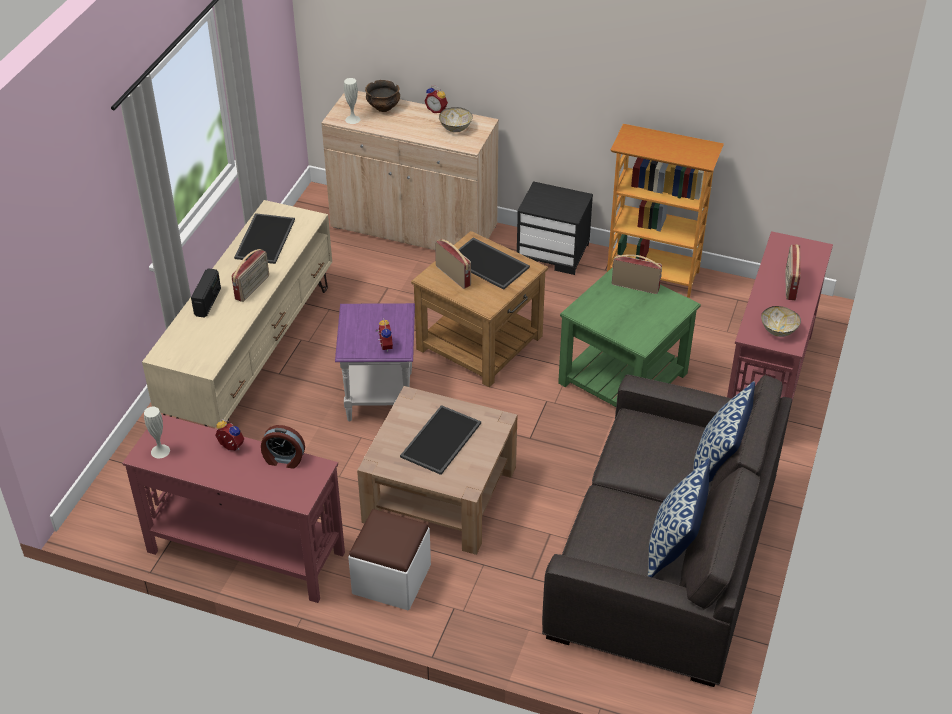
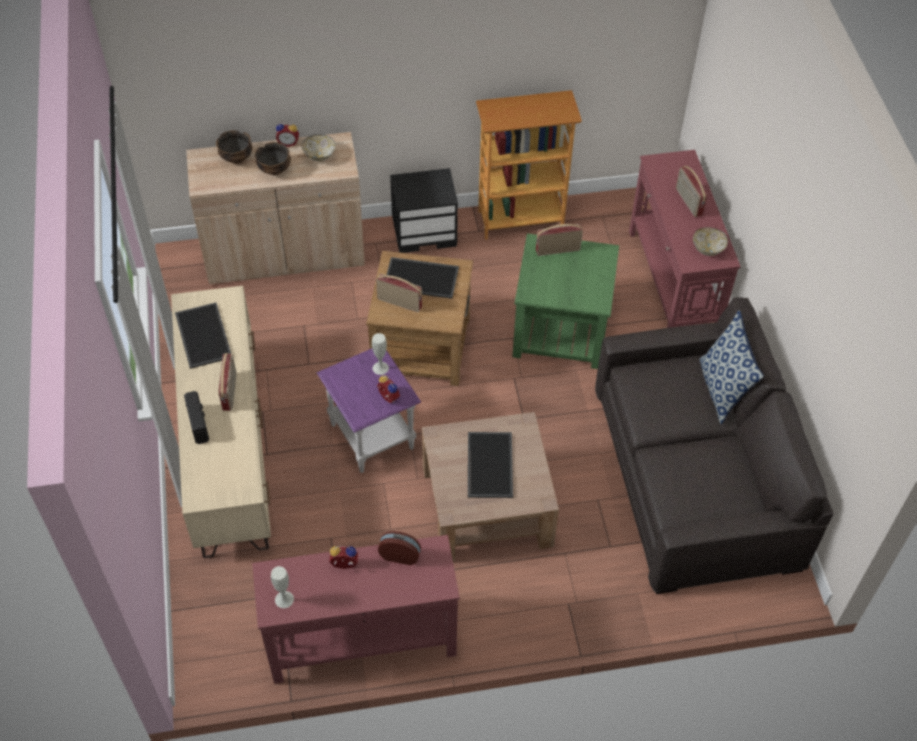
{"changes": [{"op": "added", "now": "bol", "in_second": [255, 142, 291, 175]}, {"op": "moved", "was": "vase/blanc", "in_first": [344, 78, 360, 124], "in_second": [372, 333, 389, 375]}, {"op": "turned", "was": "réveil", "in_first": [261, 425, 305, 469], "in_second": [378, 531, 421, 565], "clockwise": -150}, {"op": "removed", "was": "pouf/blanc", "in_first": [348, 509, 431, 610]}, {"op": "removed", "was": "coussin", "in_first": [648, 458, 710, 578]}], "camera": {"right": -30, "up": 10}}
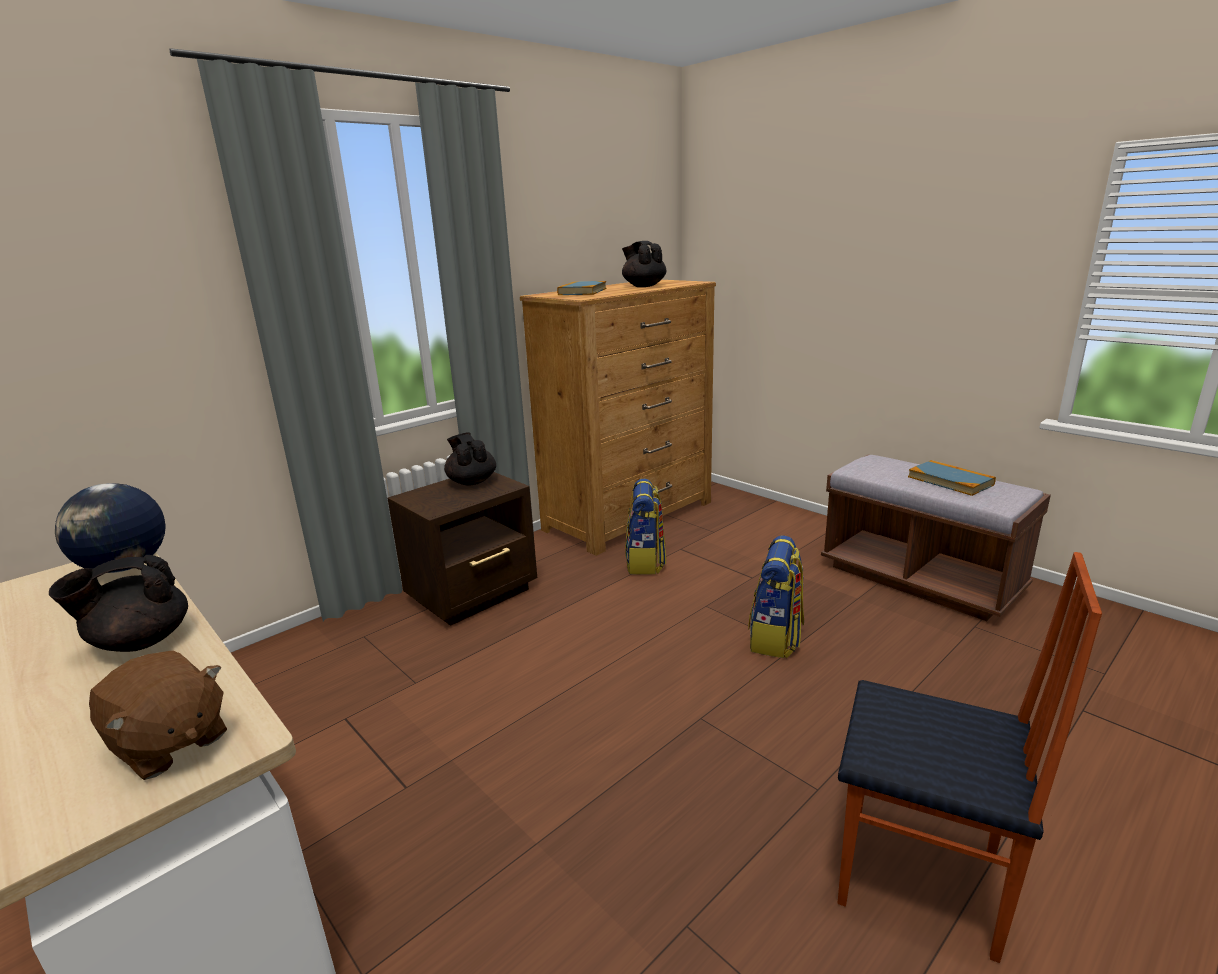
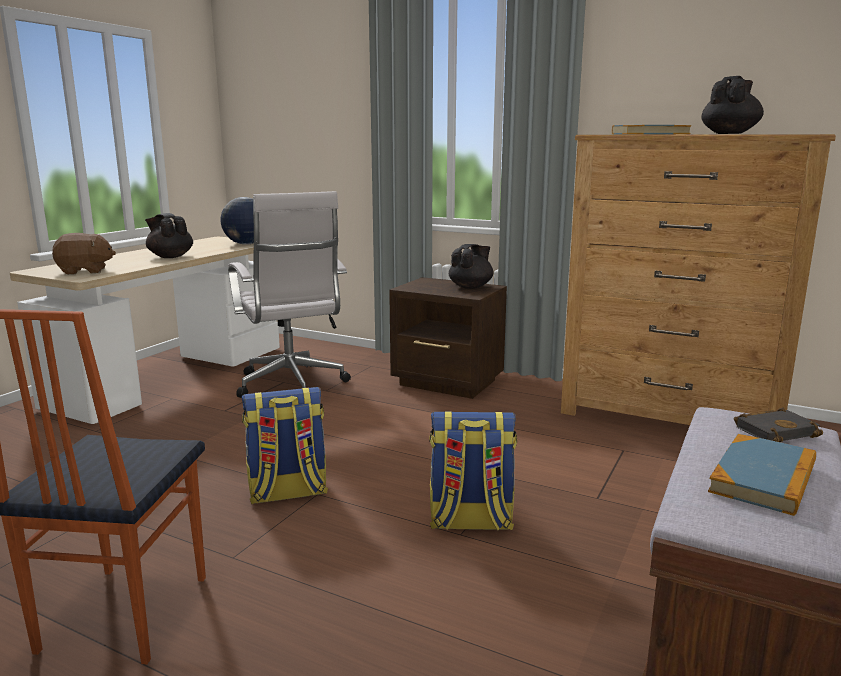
{"changes": [{"op": "turned", "was": "peluche/marron", "in_first": [89, 650, 227, 780], "in_second": [52, 233, 116, 275], "clockwise": -120}, {"op": "added", "now": "chaise de bureau/blanc", "in_second": [228, 191, 351, 398]}, {"op": "moved", "was": "sac à dos", "in_first": [625, 479, 666, 575], "in_second": [242, 387, 328, 504]}, {"op": "added", "now": "livre/noir", "in_second": [734, 407, 823, 442]}], "camera": {"right": 70, "up": -5}}
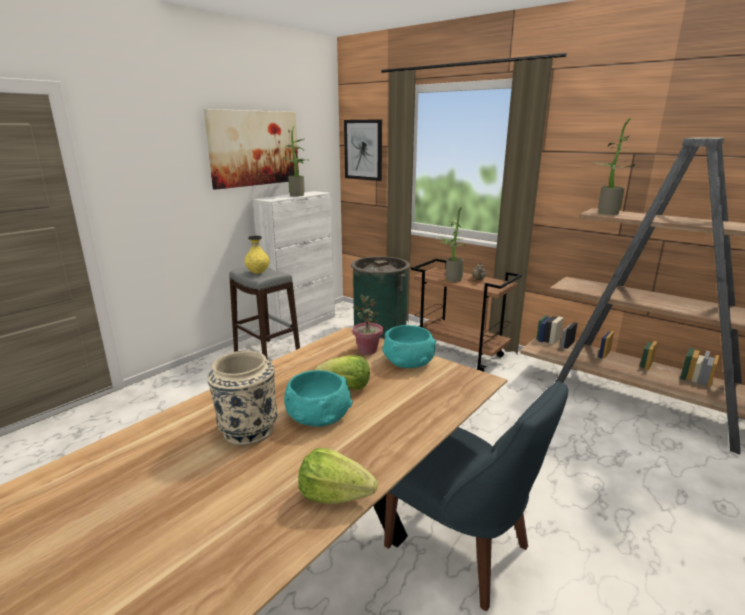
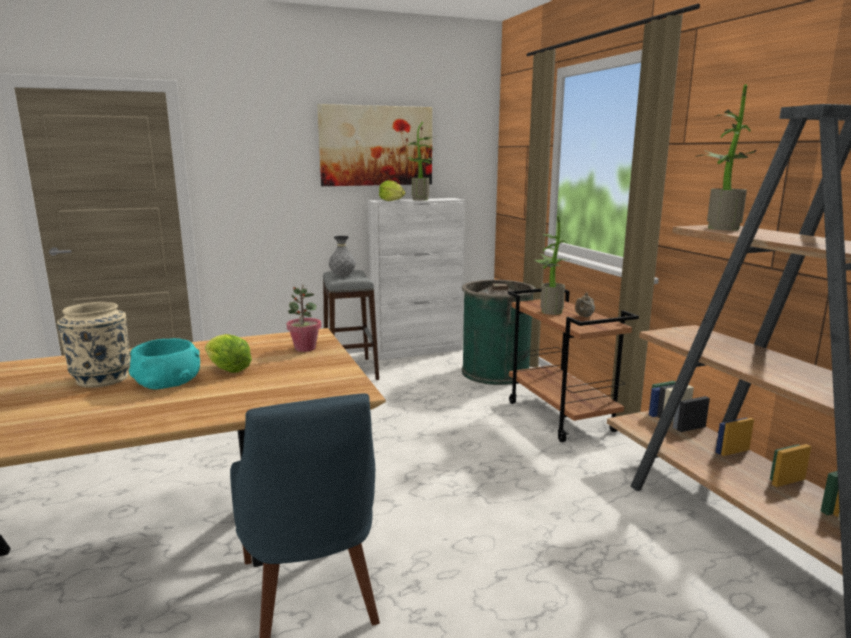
{"changes": [{"op": "recoloured", "was": "vase/jaune", "now": "vase/gris", "in_first": [244, 236, 270, 274], "in_second": [329, 236, 356, 277]}, {"op": "moved", "was": "laitue", "in_first": [298, 448, 378, 504], "in_second": [379, 180, 405, 201]}, {"op": "removed", "was": "tableau", "in_first": [344, 119, 382, 181]}, {"op": "removed", "was": "bol/turquoise", "in_first": [382, 325, 436, 368]}], "camera": {"right": 30, "up": -5}}
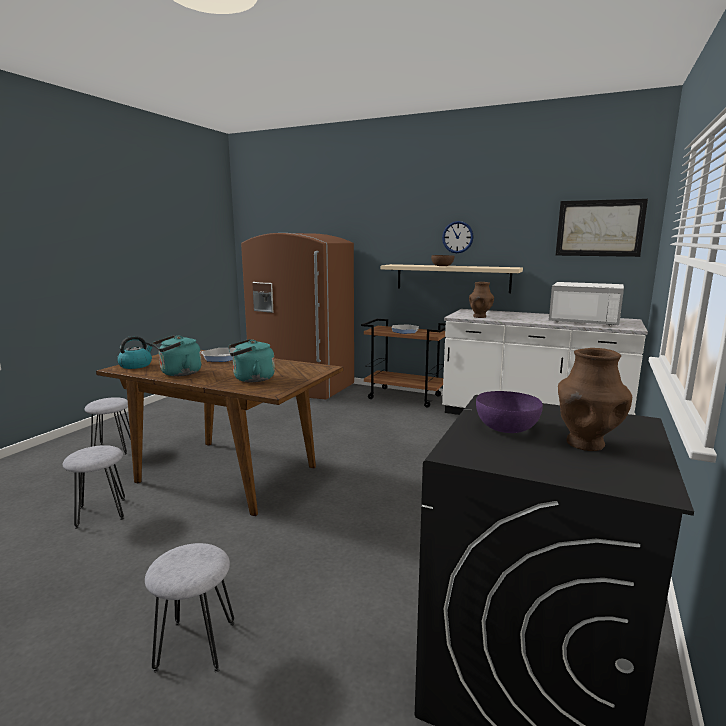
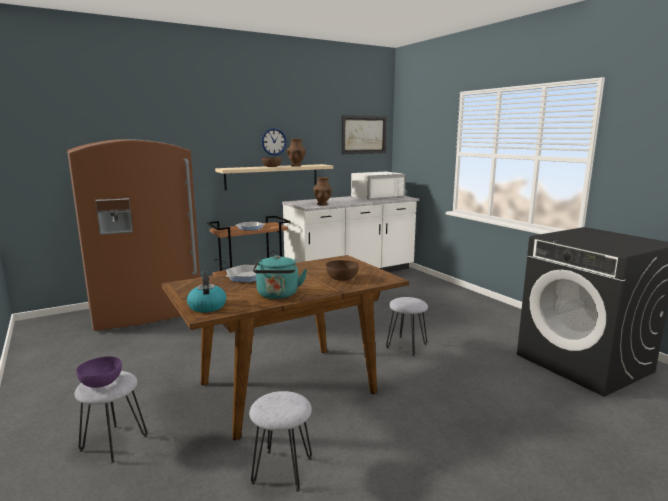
{"changes": [{"op": "moved", "was": "bol/violet", "in_first": [476, 391, 543, 433], "in_second": [77, 357, 122, 388]}, {"op": "moved", "was": "vase/marron", "in_first": [558, 348, 632, 451], "in_second": [287, 139, 306, 167]}, {"op": "replaced", "was": "bouilloire/turquoise", "now": "bol/marron", "in_first": [228, 339, 275, 382], "in_second": [326, 260, 359, 281]}, {"op": "moved", "was": "tabouret/gris", "in_first": [145, 543, 234, 673], "in_second": [386, 297, 428, 356]}], "camera": {"right": -55, "up": 0}}
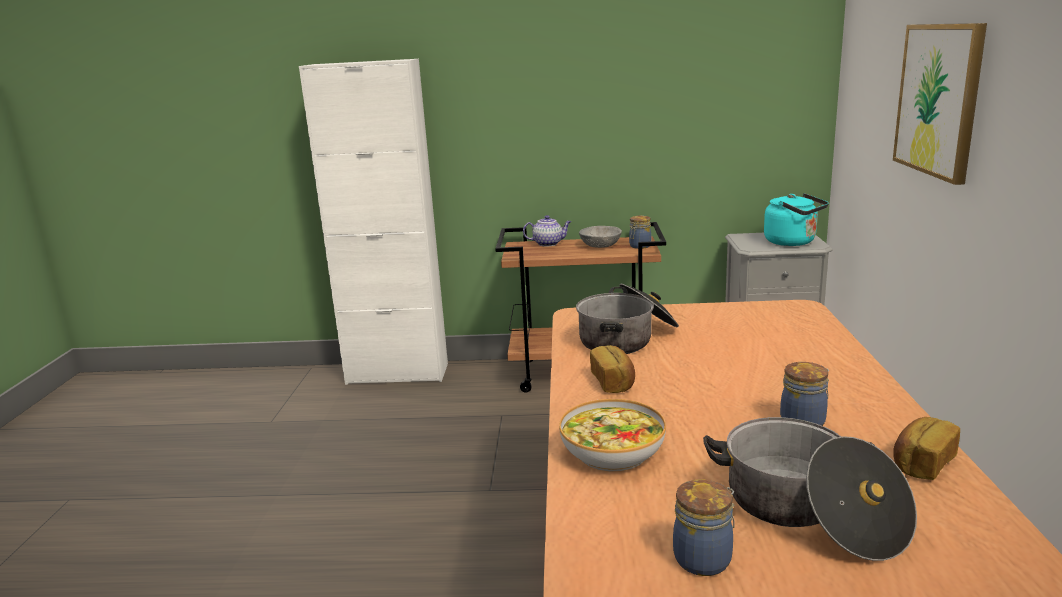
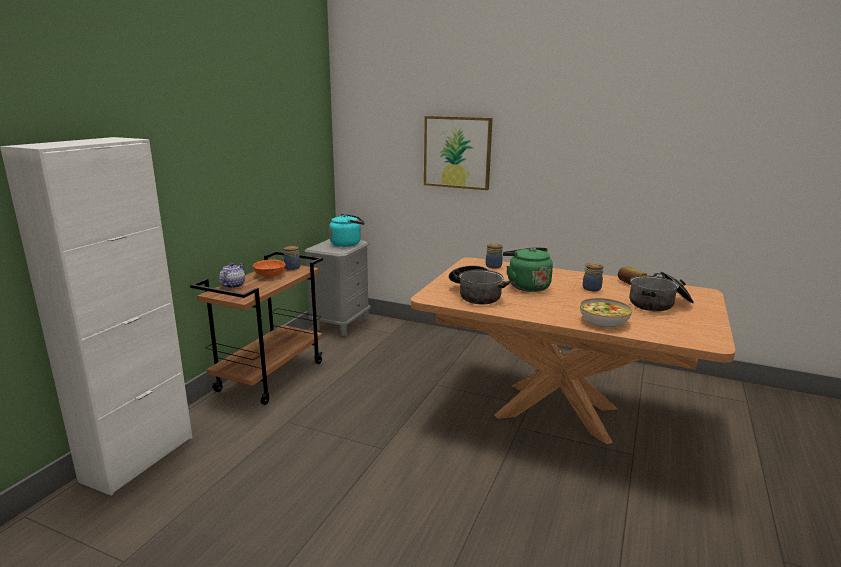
{"changes": [{"op": "recoloured", "was": "bol/gris", "now": "bol/orange", "in_first": [579, 226, 622, 248], "in_second": [253, 259, 286, 277]}, {"op": "moved", "was": "bocal", "in_first": [673, 479, 735, 576], "in_second": [486, 243, 503, 269]}, {"op": "added", "now": "bouilloire/vert", "in_second": [503, 247, 553, 292]}, {"op": "removed", "was": "pain", "in_first": [590, 345, 635, 393]}], "camera": {"right": -70, "up": 0}}
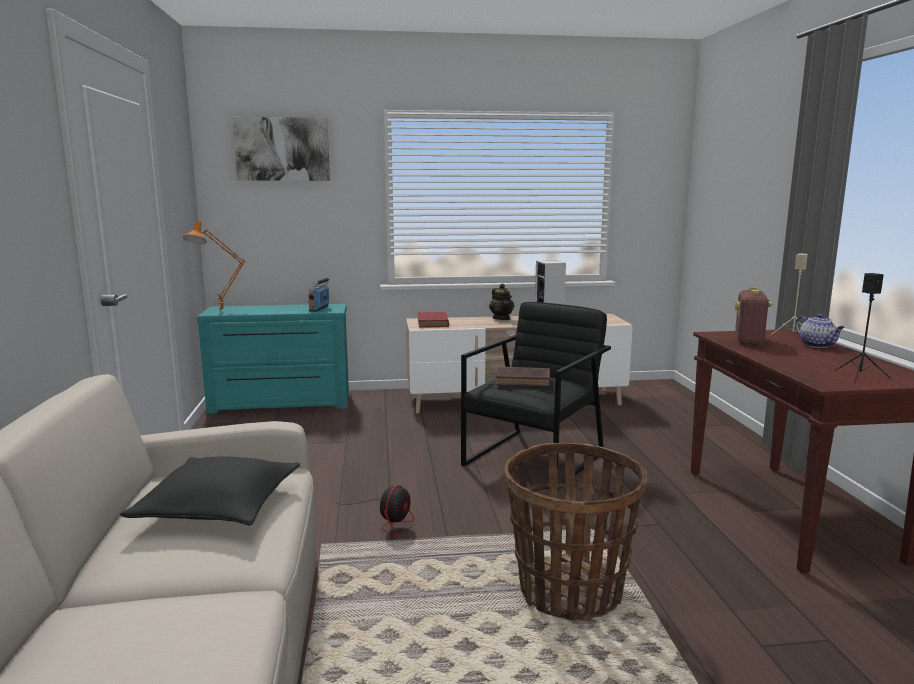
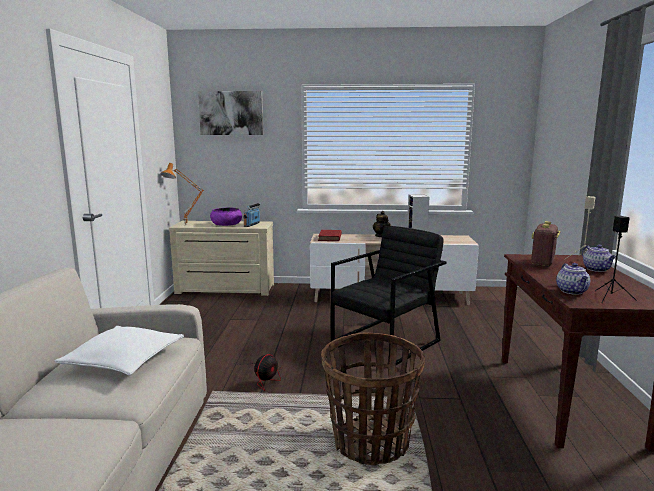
{"changes": [{"op": "recoloured", "was": "coussin/noir", "now": "coussin/blanc", "in_first": [120, 456, 300, 525], "in_second": [55, 326, 184, 375]}, {"op": "recoloured", "was": "commode/turquoise", "now": "commode/beige", "in_first": [197, 304, 349, 414], "in_second": [169, 221, 274, 296]}, {"op": "added", "now": "bol/violet", "in_second": [210, 208, 242, 226]}, {"op": "added", "now": "théière", "in_second": [556, 263, 590, 295]}, {"op": "removed", "was": "livre/marron", "in_first": [496, 367, 550, 387]}], "camera": {"right": 10, "up": 0}}
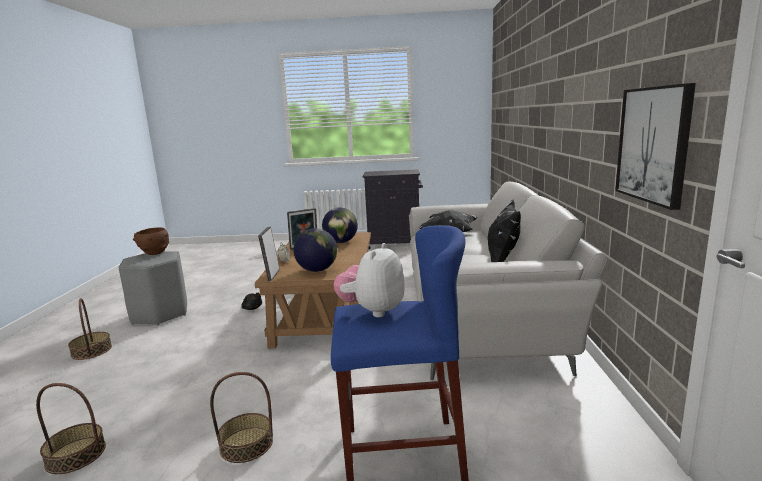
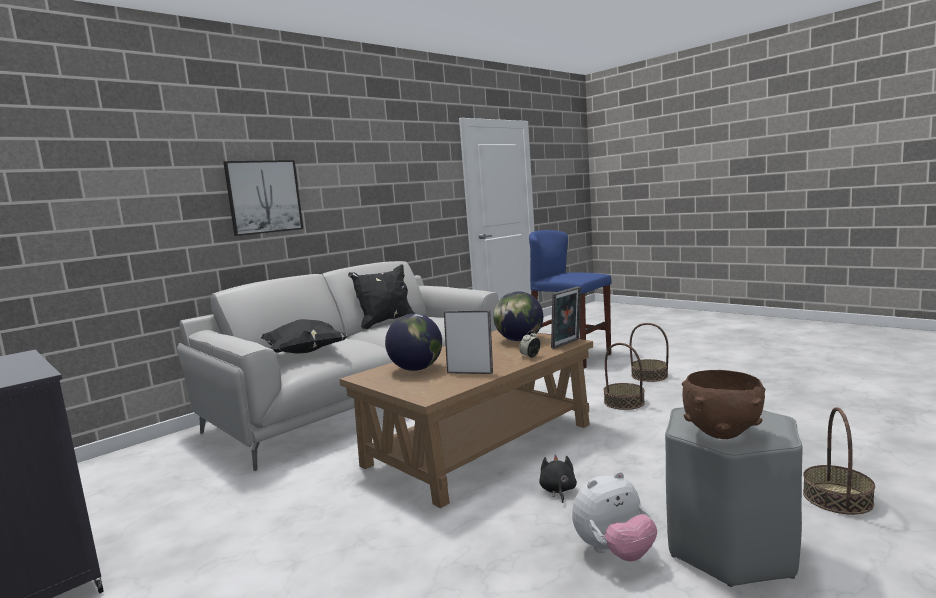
{"changes": [{"op": "moved", "was": "tableau", "in_first": [615, 83, 696, 210], "in_second": [223, 160, 303, 236]}, {"op": "moved", "was": "peluche", "in_first": [334, 243, 405, 317], "in_second": [572, 471, 657, 561]}, {"op": "moved", "was": "panier", "in_first": [36, 383, 106, 474], "in_second": [603, 343, 645, 410]}], "camera": {"right": -135, "up": -5}}
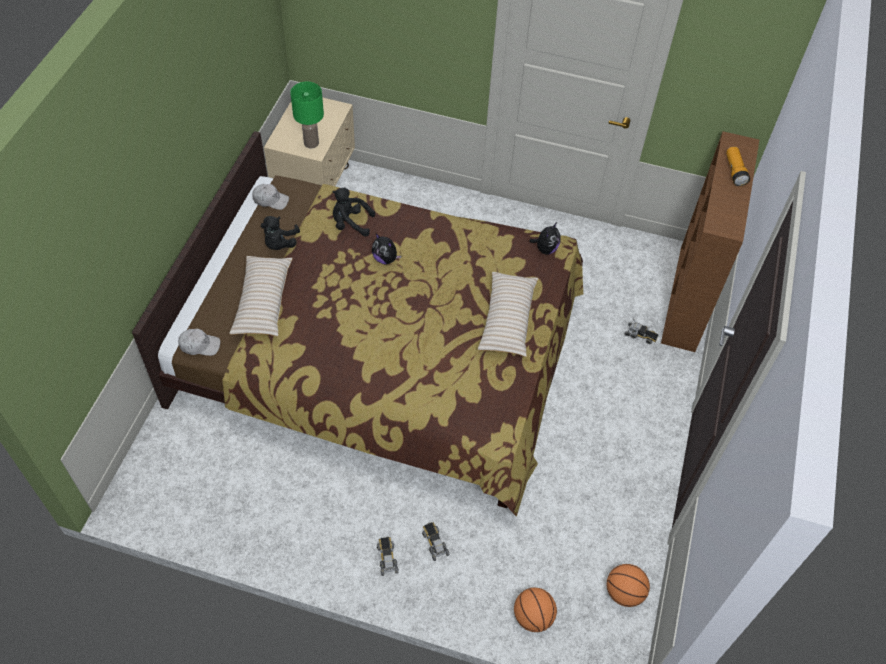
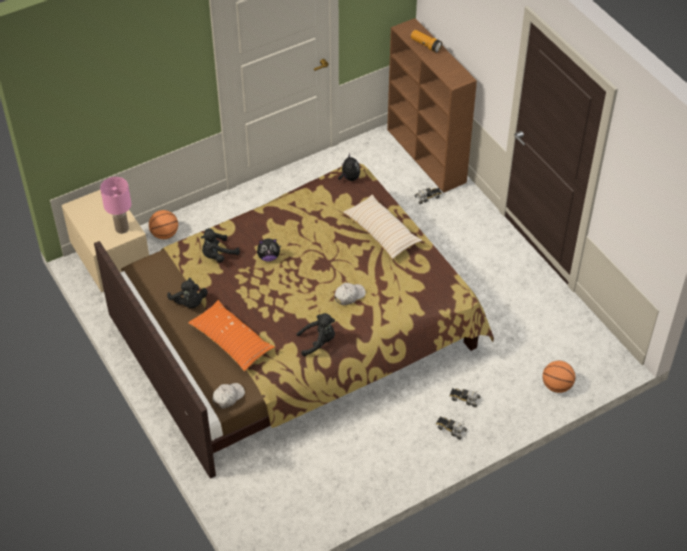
{"changes": [{"op": "recoloured", "was": "lampe de table/vert", "now": "lampe de table/rose", "in_first": [290, 82, 324, 148], "in_second": [100, 177, 131, 234]}, {"op": "moved", "was": "ballon de basket", "in_first": [607, 564, 650, 607], "in_second": [149, 210, 178, 239]}, {"op": "recoloured", "was": "coussin/beige", "now": "coussin/orange", "in_first": [229, 256, 293, 337], "in_second": [188, 300, 275, 371]}, {"op": "added", "now": "peluche/noir", "in_second": [297, 313, 335, 356]}, {"op": "moved", "was": "casquette/blanc", "in_first": [252, 184, 289, 210], "in_second": [334, 283, 366, 305]}], "camera": {"right": -45, "up": -5}}
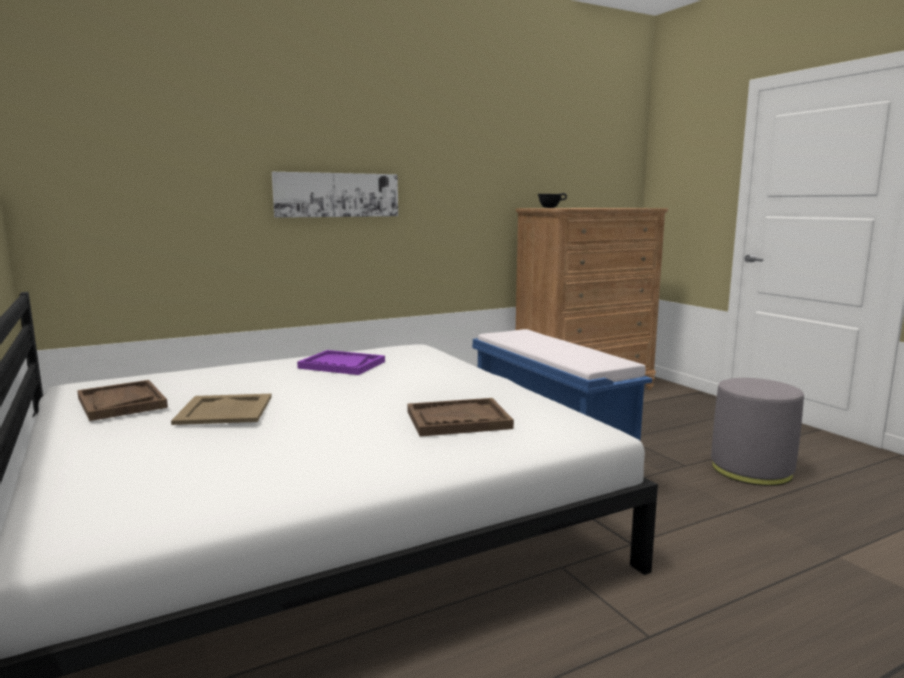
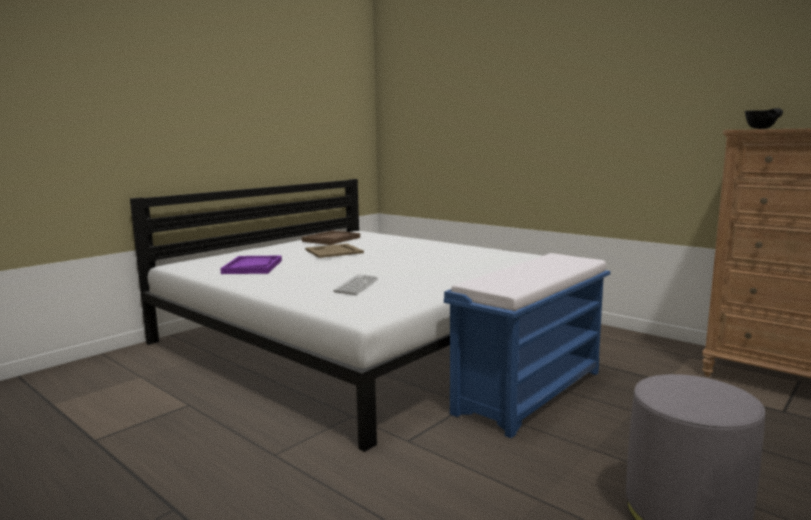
{"changes": [{"op": "moved", "was": "plateau/violet", "in_first": [297, 350, 385, 375], "in_second": [220, 256, 282, 274]}, {"op": "replaced", "was": "plateau/marron", "now": "clavier", "in_first": [407, 398, 514, 437], "in_second": [334, 274, 378, 295]}, {"op": "removed", "was": "tableau", "in_first": [272, 172, 398, 218]}], "camera": {"right": 70, "up": 0}}
